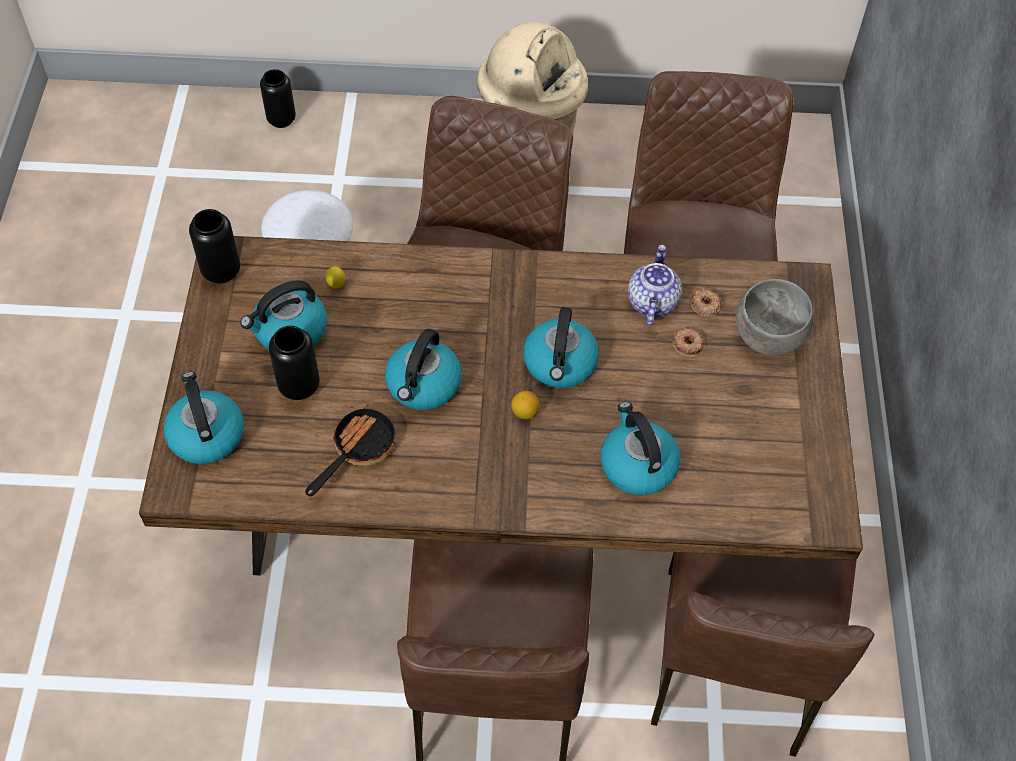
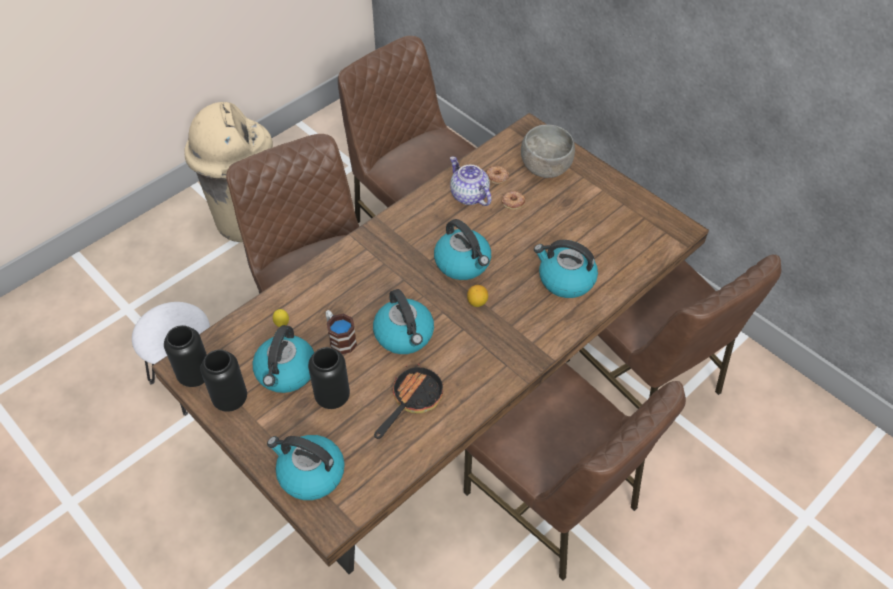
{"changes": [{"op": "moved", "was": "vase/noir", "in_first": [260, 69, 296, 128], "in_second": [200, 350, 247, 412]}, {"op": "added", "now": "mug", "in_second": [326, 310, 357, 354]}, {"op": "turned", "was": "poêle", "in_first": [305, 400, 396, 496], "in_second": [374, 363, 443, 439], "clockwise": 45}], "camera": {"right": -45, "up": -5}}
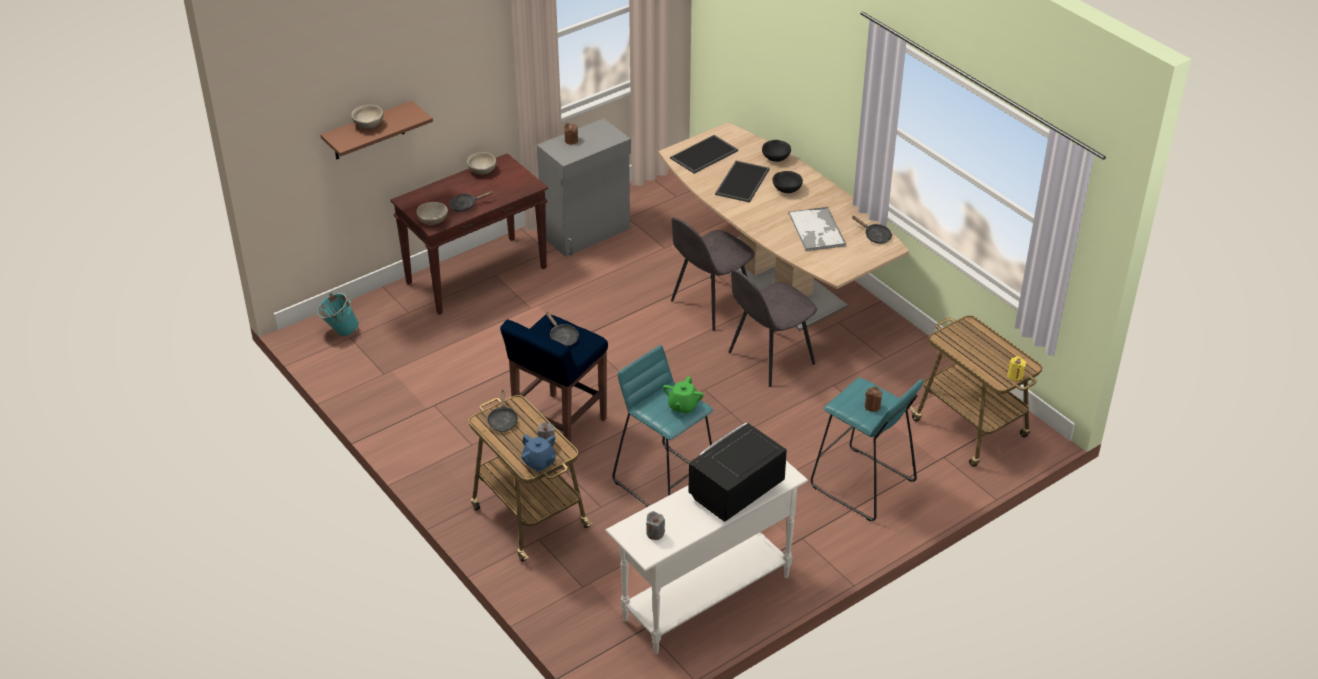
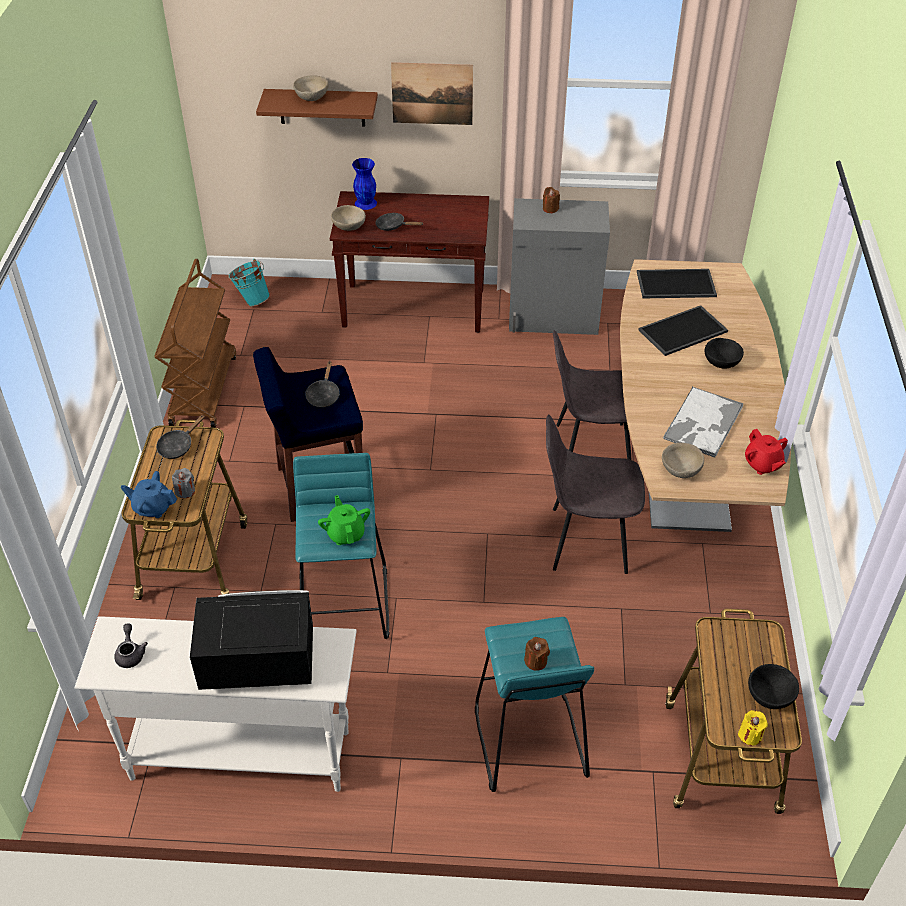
{"changes": [{"op": "replaced", "was": "bougie/gris", "now": "théière/gris", "in_first": [646, 511, 665, 540], "in_second": [114, 623, 148, 668]}, {"op": "turned", "was": "théière/bleu", "in_first": [521, 434, 556, 472], "in_second": [121, 471, 177, 518], "clockwise": 105}, {"op": "added", "now": "chariot/marron", "in_second": [154, 259, 236, 428]}, {"op": "turned", "was": "théière/vert", "in_first": [663, 376, 704, 414], "in_second": [318, 495, 370, 545], "clockwise": 105}, {"op": "added", "now": "vase/bleu", "in_second": [352, 158, 377, 210]}, {"op": "added", "now": "tableau", "in_second": [391, 62, 473, 125]}, {"op": "moved", "was": "bol/beige", "in_first": [467, 152, 497, 175], "in_second": [662, 443, 704, 478]}, {"op": "replaced", "was": "poêle/noir", "now": "théière/rouge", "in_first": [852, 216, 892, 244], "in_second": [745, 429, 788, 475]}, {"op": "moved", "was": "bol/noir", "in_first": [762, 140, 791, 162], "in_second": [748, 664, 799, 709]}], "camera": {"right": 40, "up": 5}}
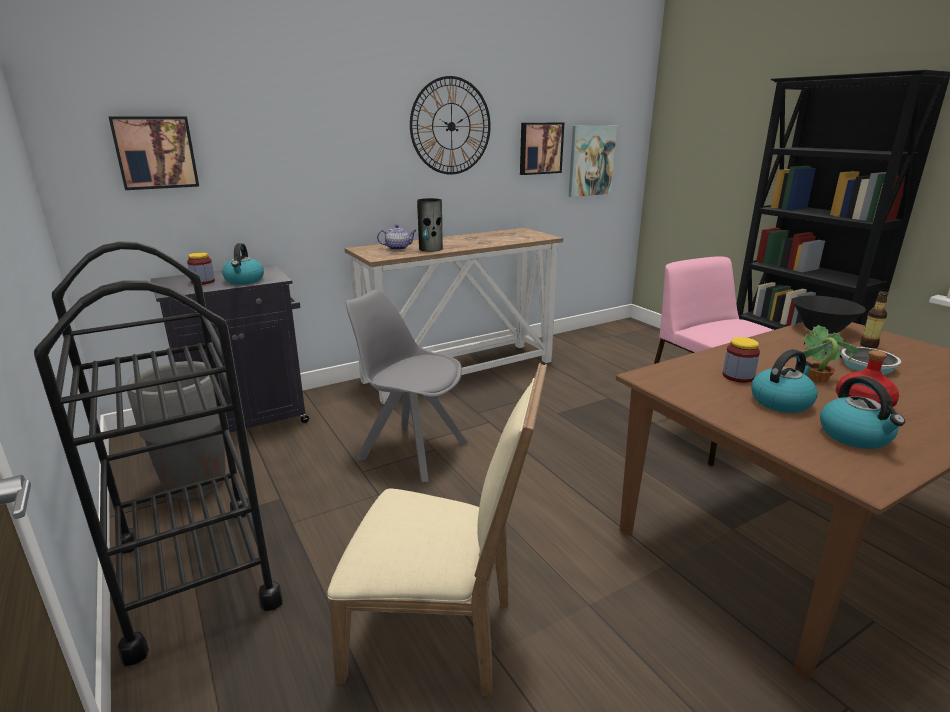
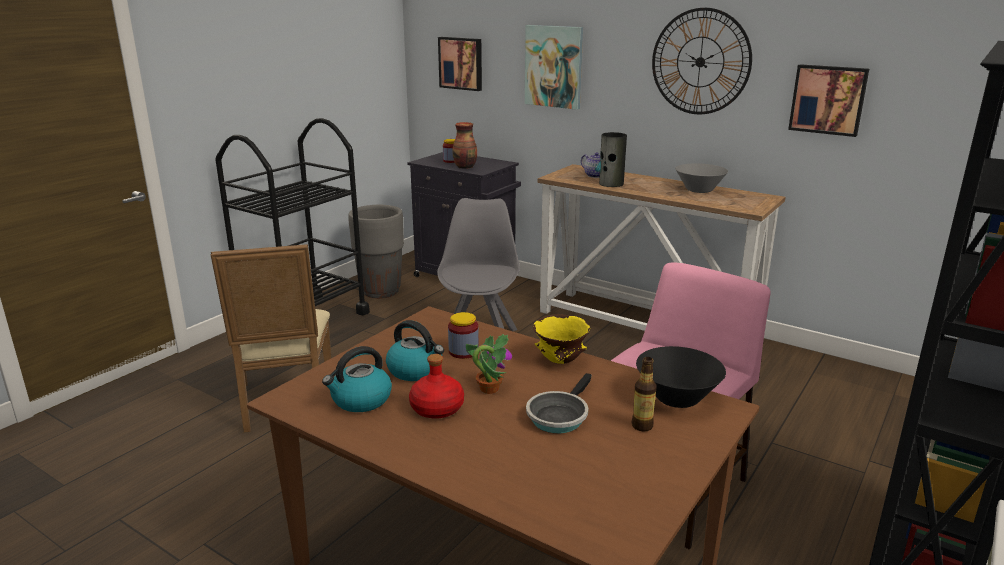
{"changes": [{"op": "replaced", "was": "bouilloire", "now": "vase", "in_first": [222, 243, 264, 285], "in_second": [452, 122, 477, 169]}, {"op": "moved", "was": "tableau", "in_first": [569, 125, 617, 197], "in_second": [525, 25, 583, 110]}, {"op": "added", "now": "bol/jaune", "in_second": [533, 314, 590, 364]}, {"op": "added", "now": "bol/gris", "in_second": [675, 163, 728, 193]}], "camera": {"right": 65, "up": 0}}
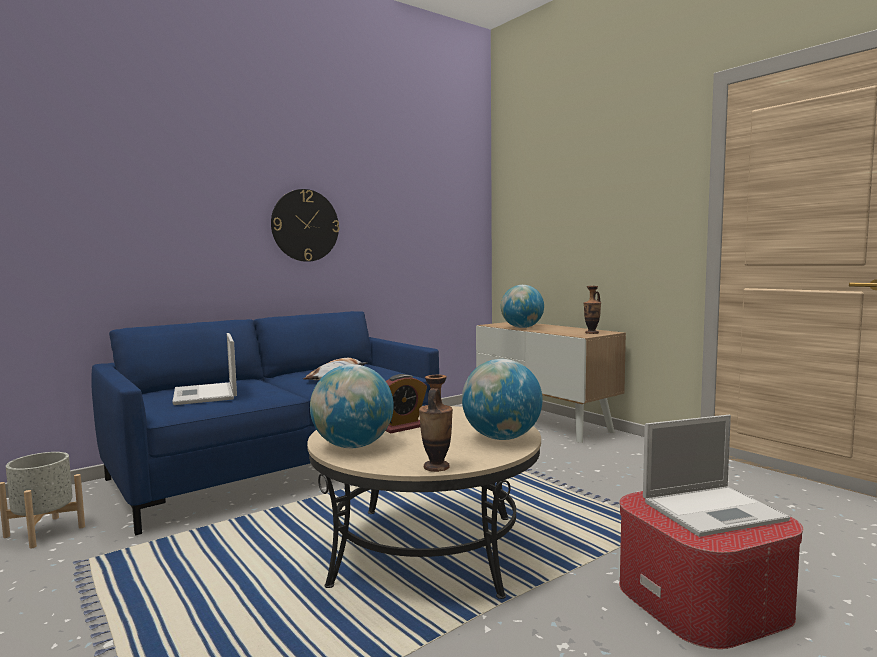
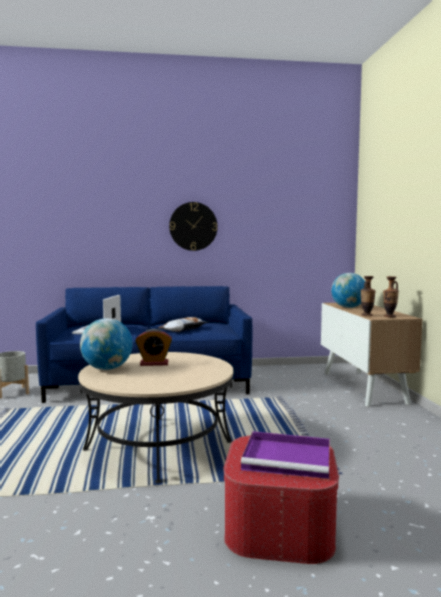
{"changes": [{"op": "replaced", "was": "ordinateur portable", "now": "plateau/violet", "in_first": [643, 415, 790, 537], "in_second": [241, 431, 330, 481]}, {"op": "moved", "was": "vase", "in_first": [419, 375, 453, 472], "in_second": [361, 276, 376, 316]}, {"op": "removed", "was": "globe", "in_first": [462, 359, 543, 440]}], "camera": {"right": 30, "up": 0}}
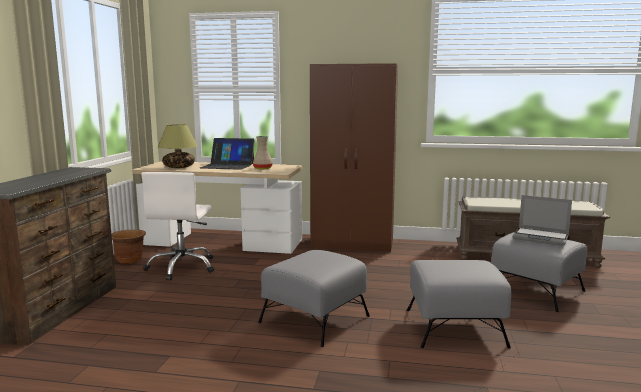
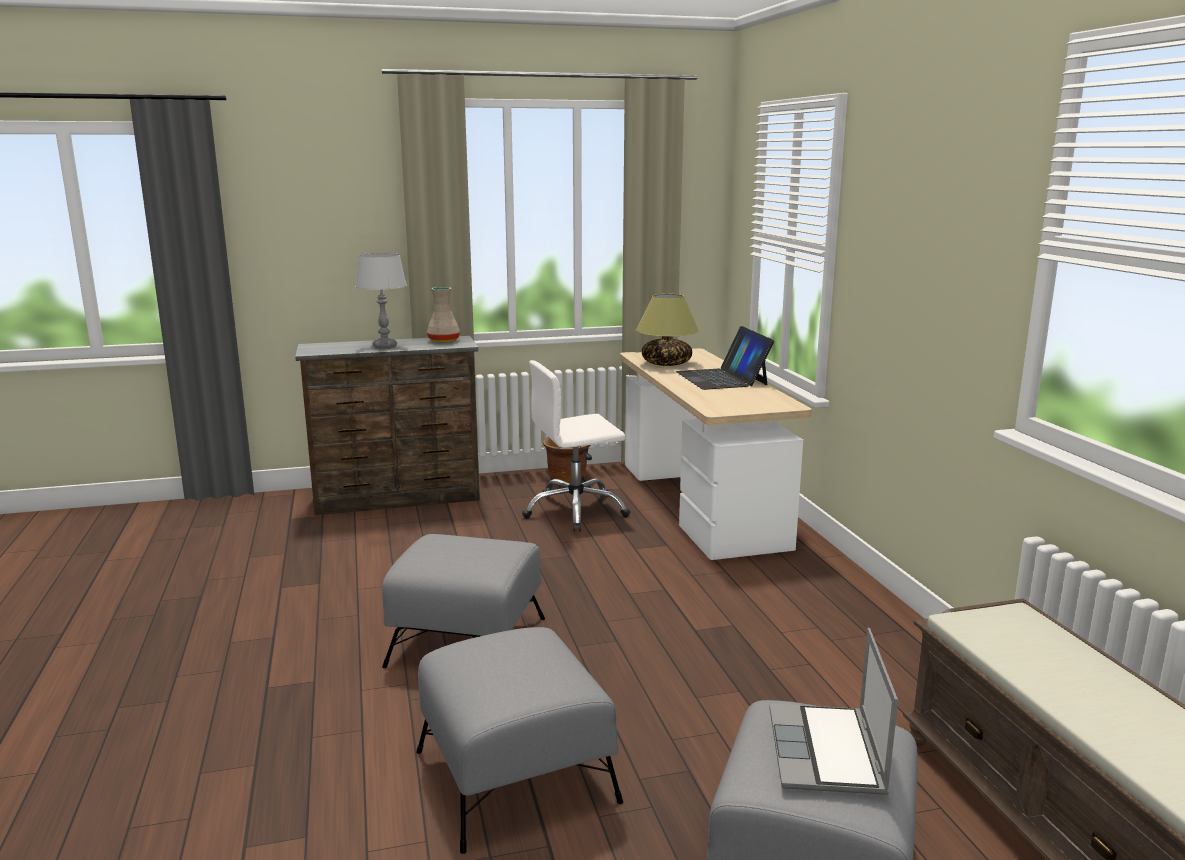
{"changes": [{"op": "added", "now": "lampe de table/gris", "in_second": [355, 253, 407, 349]}, {"op": "moved", "was": "vase/beige", "in_first": [253, 136, 273, 169], "in_second": [427, 287, 460, 343]}, {"op": "removed", "was": "armoire/marron", "in_first": [310, 63, 398, 252]}], "camera": {"right": 65, "up": 5}}
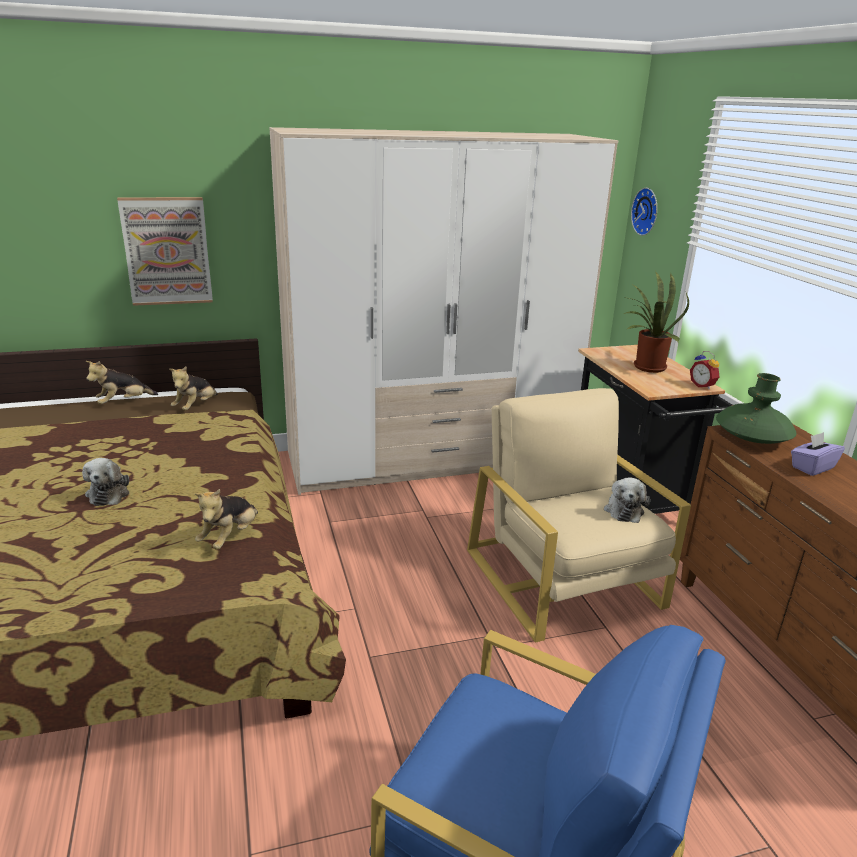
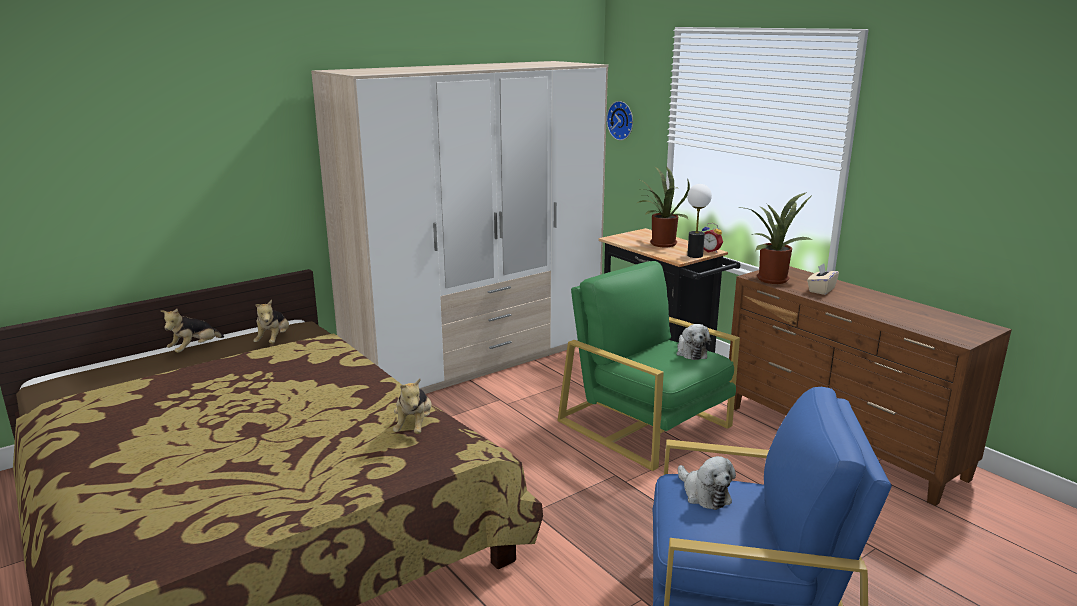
{"changes": [{"op": "recoloured", "was": "fauteuil/beige", "now": "fauteuil/vert", "in_first": [467, 388, 691, 643], "in_second": [557, 261, 740, 471]}, {"op": "moved", "was": "peluche", "in_first": [82, 458, 130, 506], "in_second": [678, 456, 736, 510]}, {"op": "added", "now": "lampe de table", "in_second": [687, 184, 712, 258]}, {"op": "replaced", "was": "vase/vert", "now": "plante en pot", "in_first": [716, 373, 797, 444], "in_second": [745, 192, 813, 284]}, {"op": "recoloured", "was": "boîte à mouchoirs/violet", "now": "boîte à mouchoirs/beige", "in_first": [791, 432, 845, 476], "in_second": [807, 264, 839, 295]}, {"op": "removed", "was": "tableau", "in_first": [117, 197, 213, 306]}], "camera": {"right": -20, "up": -5}}
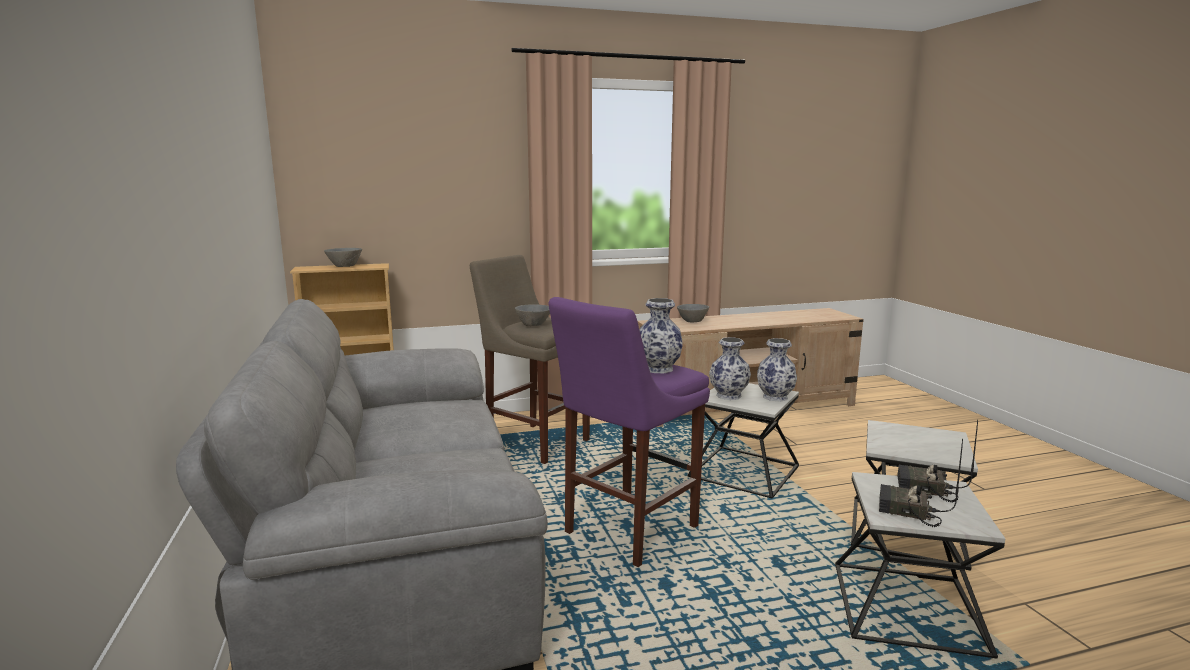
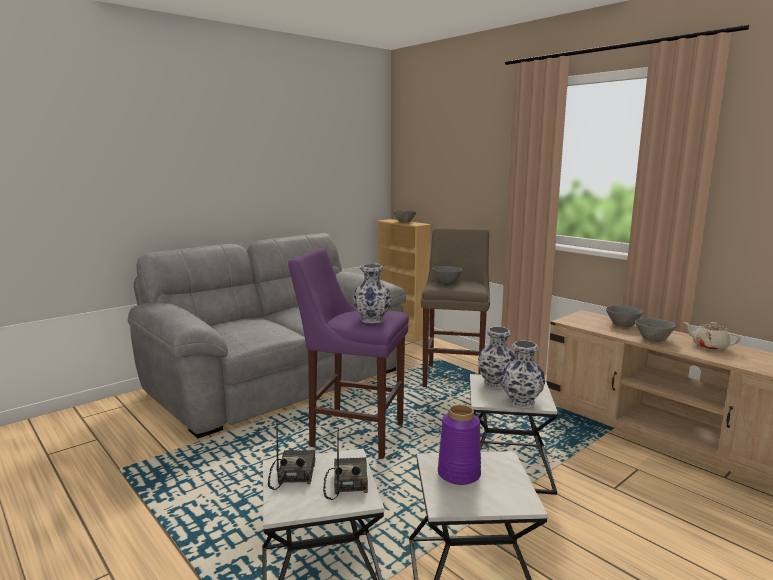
{"changes": [{"op": "added", "now": "vase/violet", "in_second": [438, 405, 481, 485]}, {"op": "added", "now": "bol/gris", "in_second": [635, 318, 676, 342]}, {"op": "added", "now": "théière/beige", "in_second": [684, 322, 741, 350]}], "camera": {"right": 65, "up": 0}}
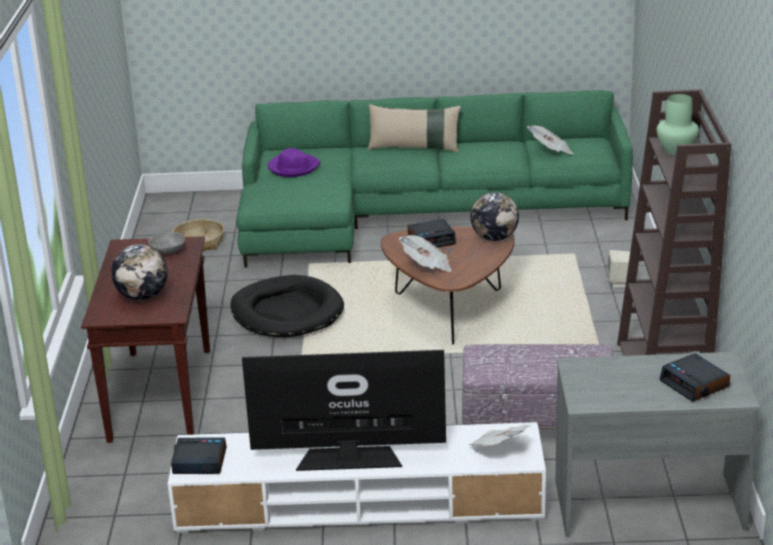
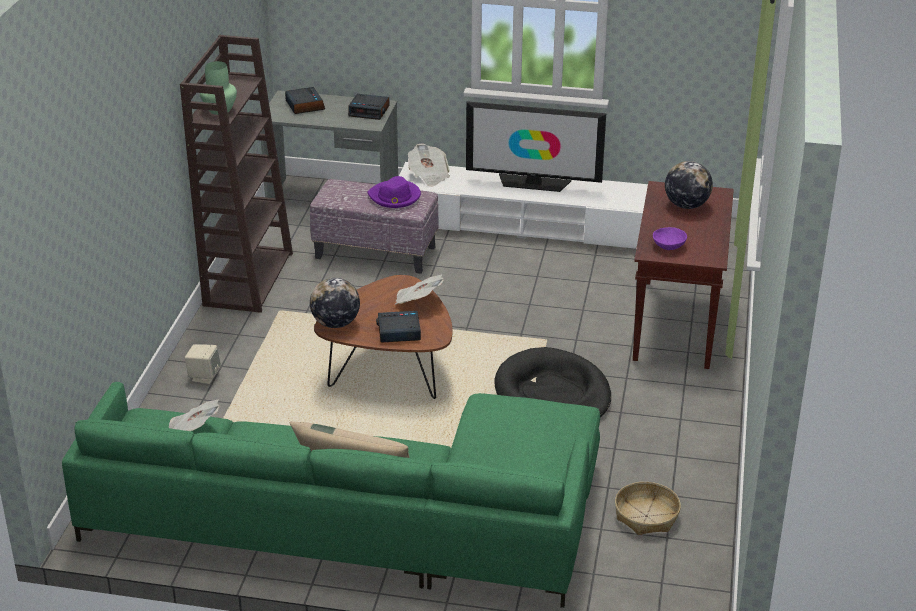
{"changes": [{"op": "moved", "was": "réveil", "in_first": [171, 437, 227, 474], "in_second": [348, 94, 389, 120]}, {"op": "moved", "was": "chapeau/violet", "in_first": [268, 148, 320, 177], "in_second": [367, 176, 421, 208]}, {"op": "recoloured", "was": "bol/gris", "now": "bol/violet", "in_first": [148, 232, 185, 254], "in_second": [653, 227, 687, 250]}], "camera": {"right": -170, "up": 5}}
